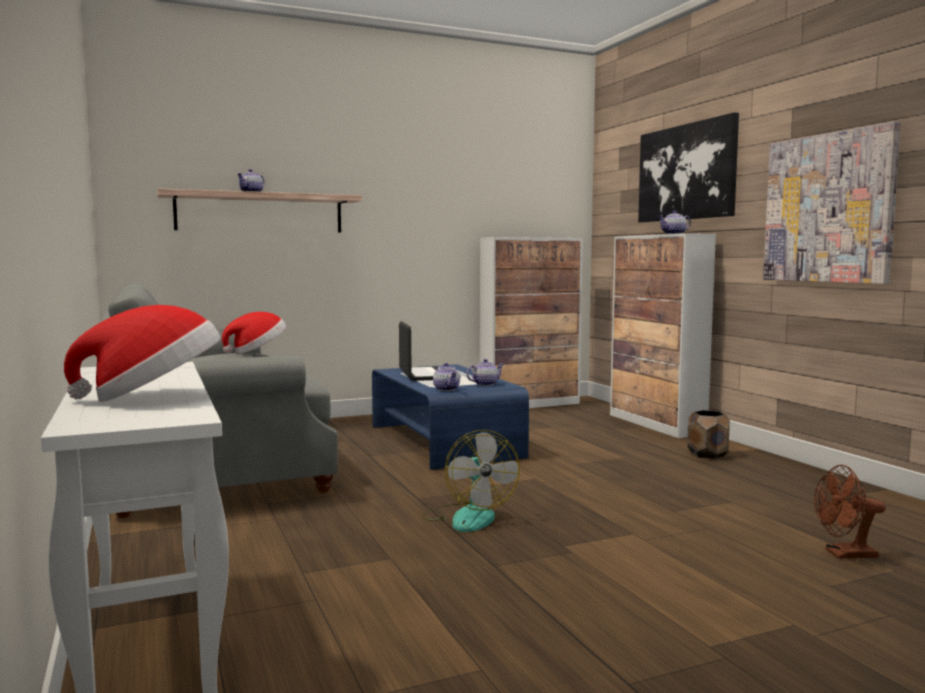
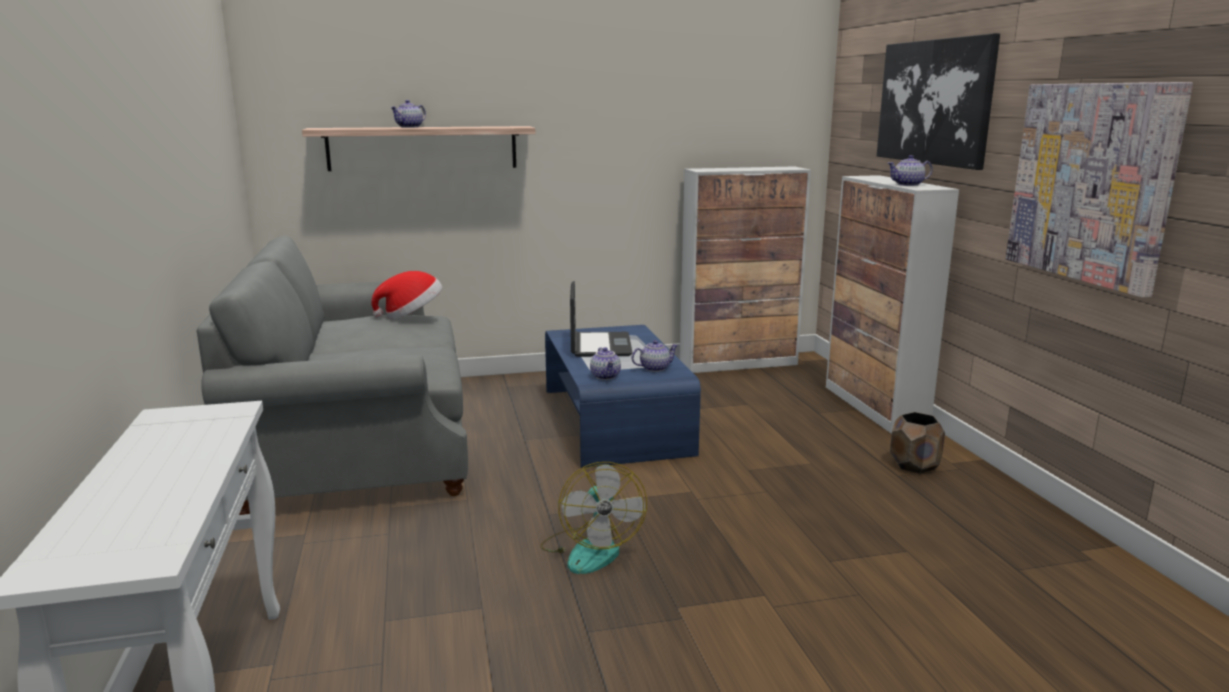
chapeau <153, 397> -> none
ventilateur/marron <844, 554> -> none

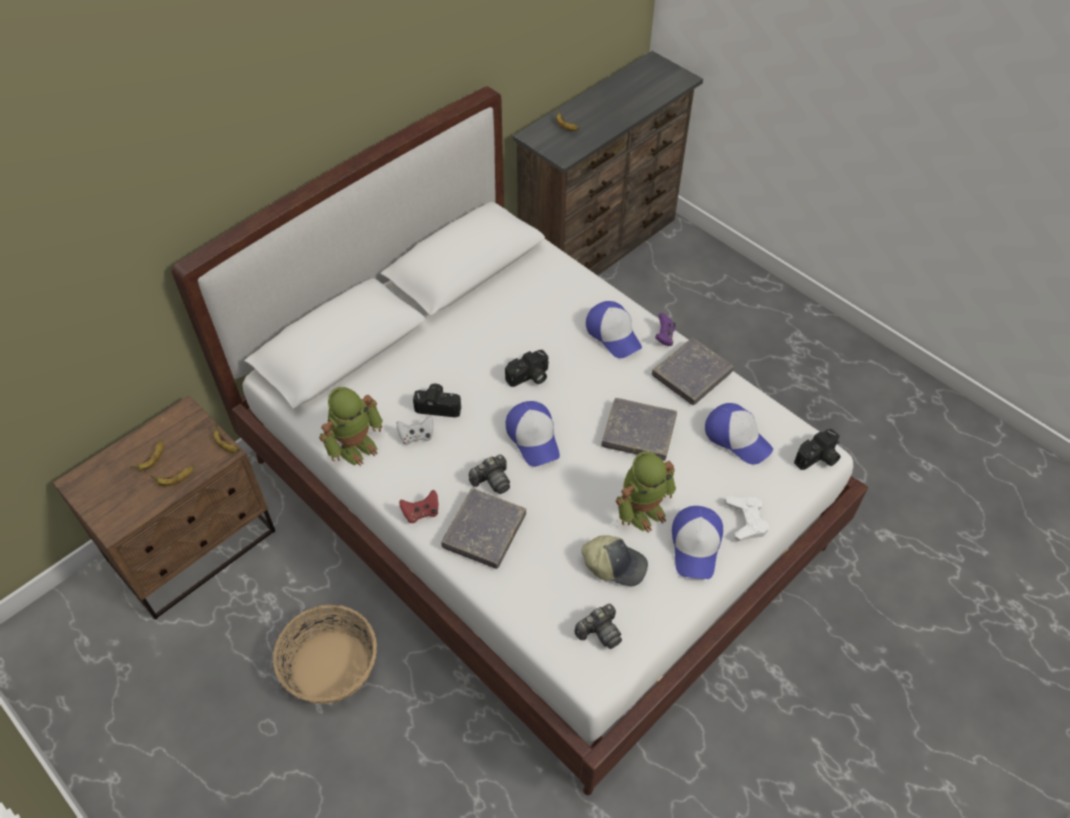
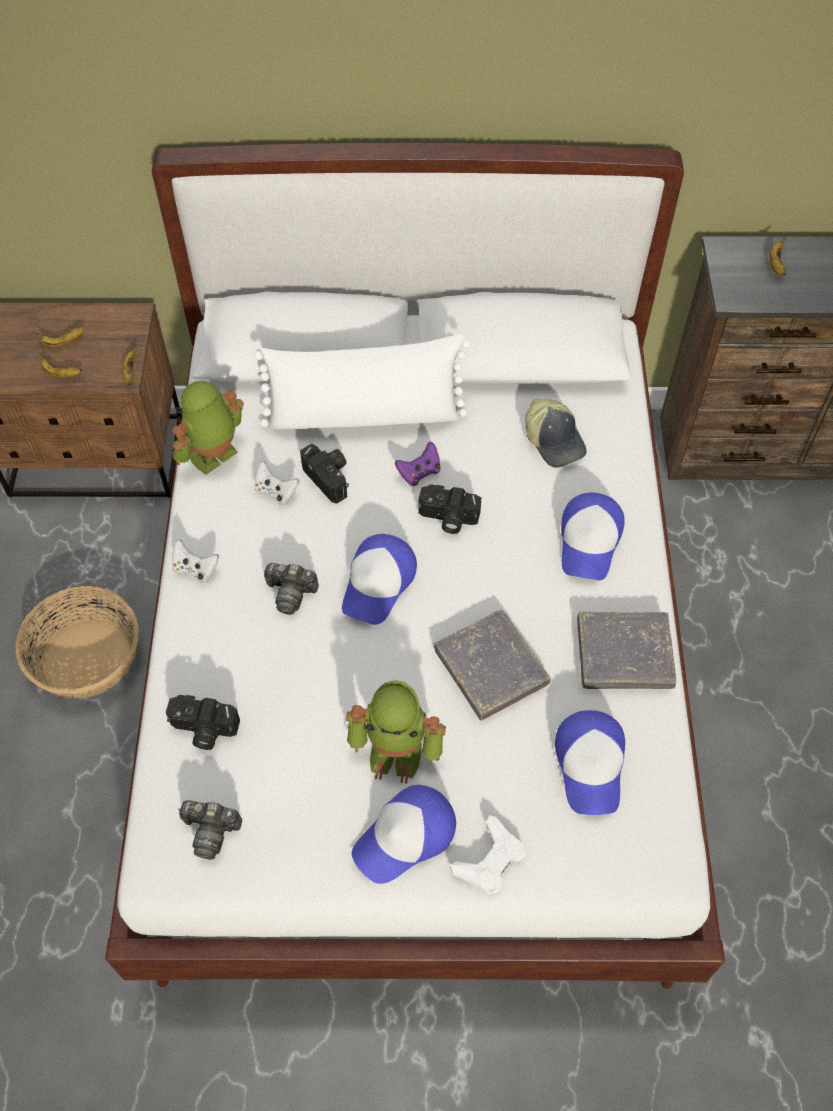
robot jouet <355, 446> -> robot jouet <214, 457>, 135 degrees clockwise
manette/rouge <421, 513> -> manette/blanc <195, 569>
livre/gris <484, 531> -> none
casquette <615, 564> -> casquette <555, 440>, moved
manette/violet <664, 337> -> manette/violet <419, 473>, moved
appareil photo <818, 459> -> appareil photo <203, 730>, moved
none -> coussin/blanc <365, 415>

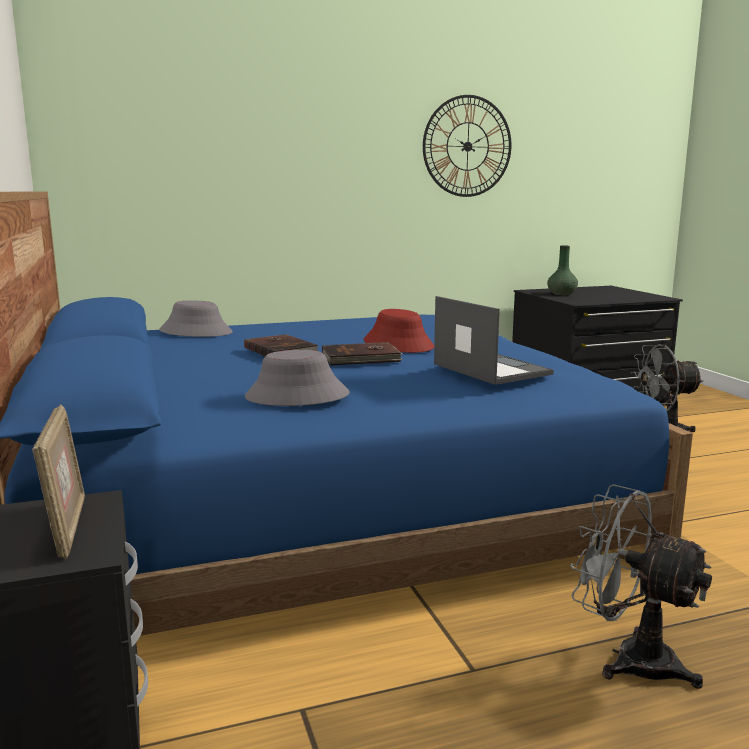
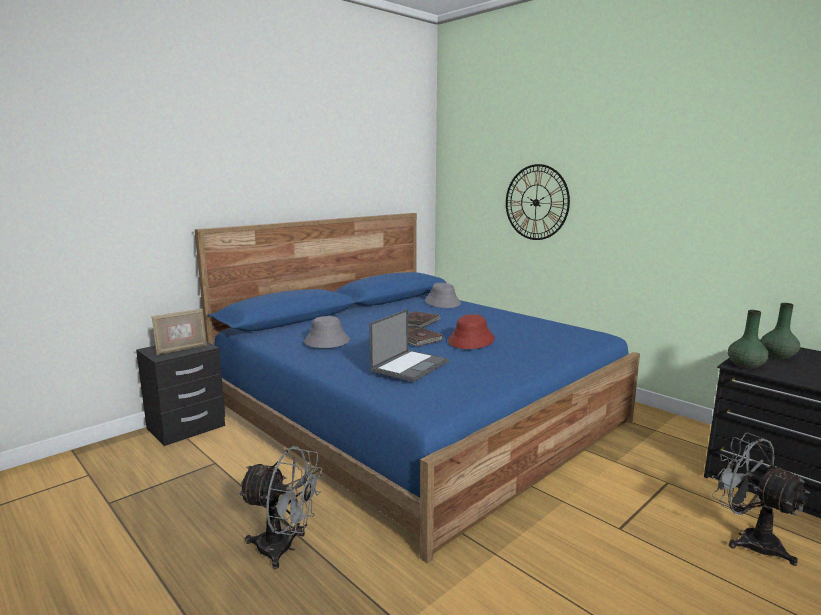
horloge murale <467, 146> -> horloge murale <536, 202>, moved
ventilateur/gris <629, 658> -> ventilateur/gris <284, 548>, 90 degrees clockwise
none -> vase/vert <745, 365>

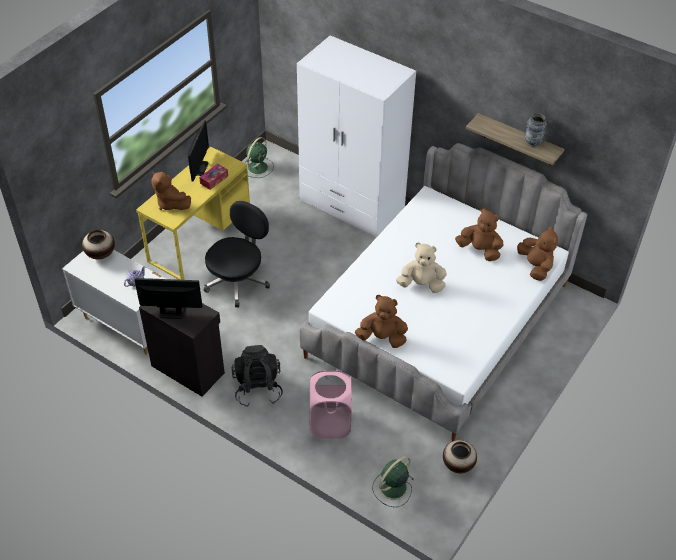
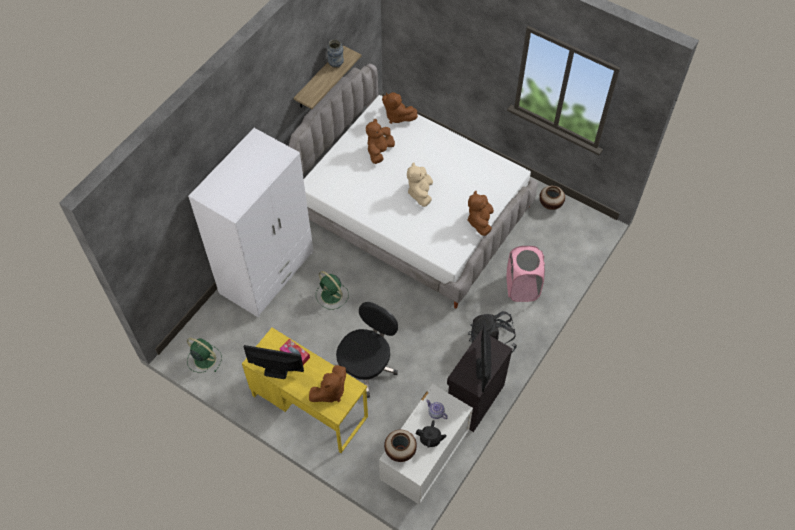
chaise de bureau/noir <238, 280> -> chaise de bureau/noir <366, 366>, 90 degrees clockwise
ventilateur/vert <392, 488> -> ventilateur/vert <332, 295>, moved
peluche/marron <535, 266> -> peluche/marron <397, 116>, 120 degrees counterclockwise
none -> théière/noir <430, 439>

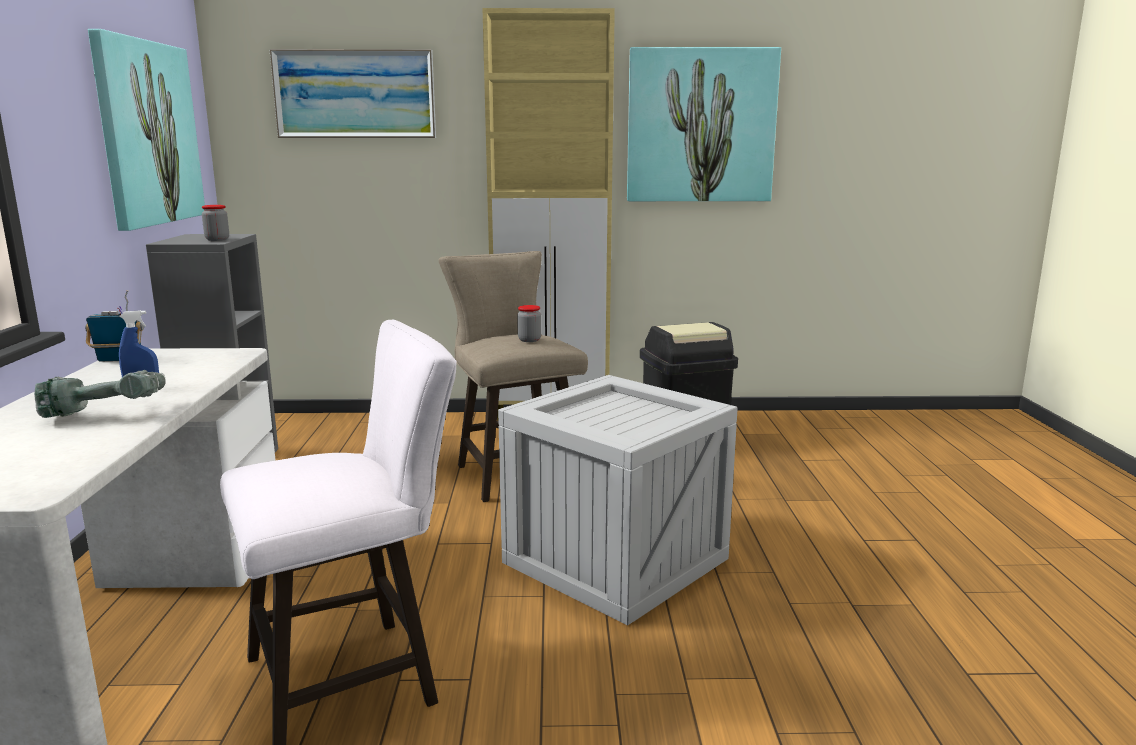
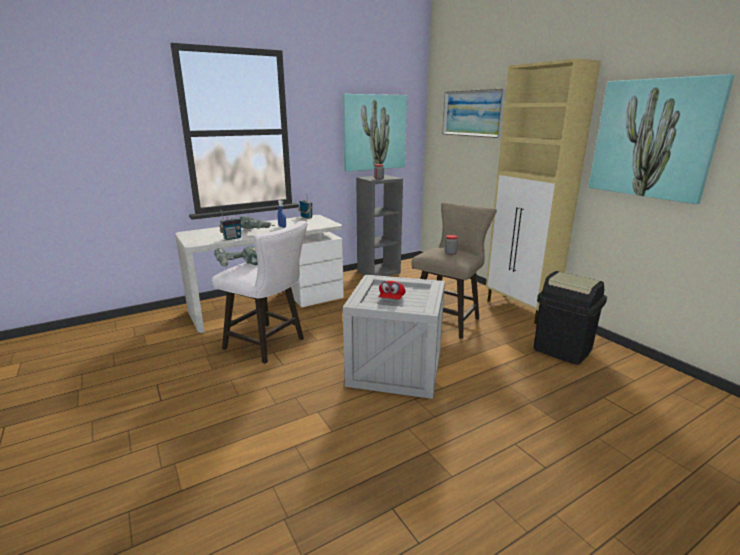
none -> perceuse <239, 267>
none -> radio <232, 238>
none -> casquette/rouge <391, 299>

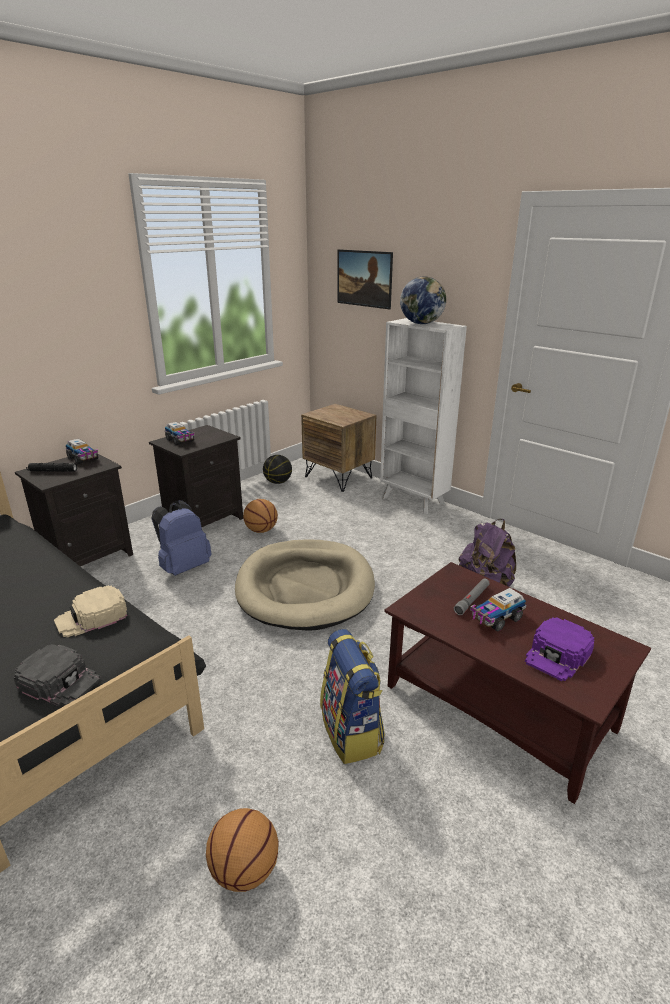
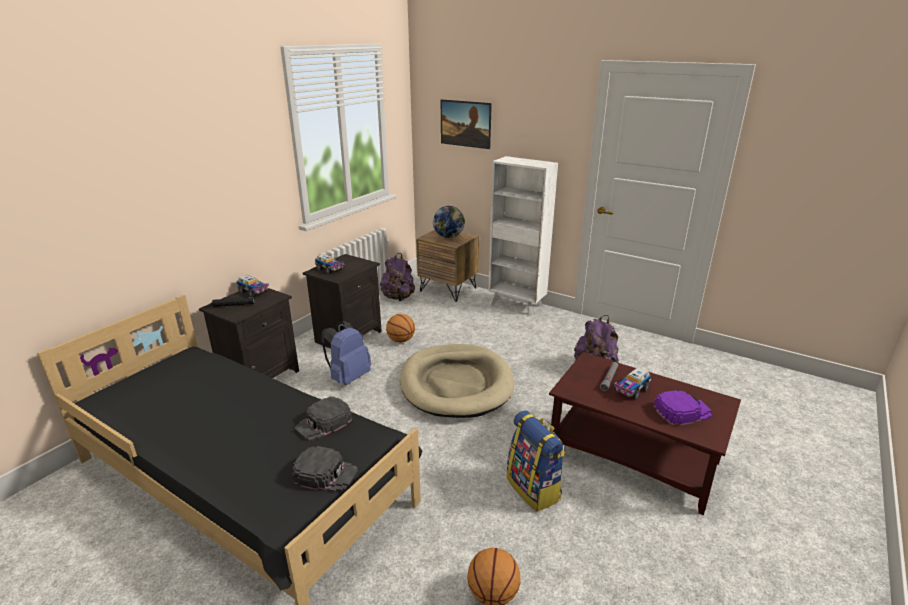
casquette/beige <92, 617> -> casquette/noir <324, 423>
ballon de basket <278, 482> -> sac à dos/violet <398, 297>
globe <421, 323> -> globe <449, 236>, moved
casquette/violet <558, 654> -> casquette/violet <682, 411>, 135 degrees counterclockwise

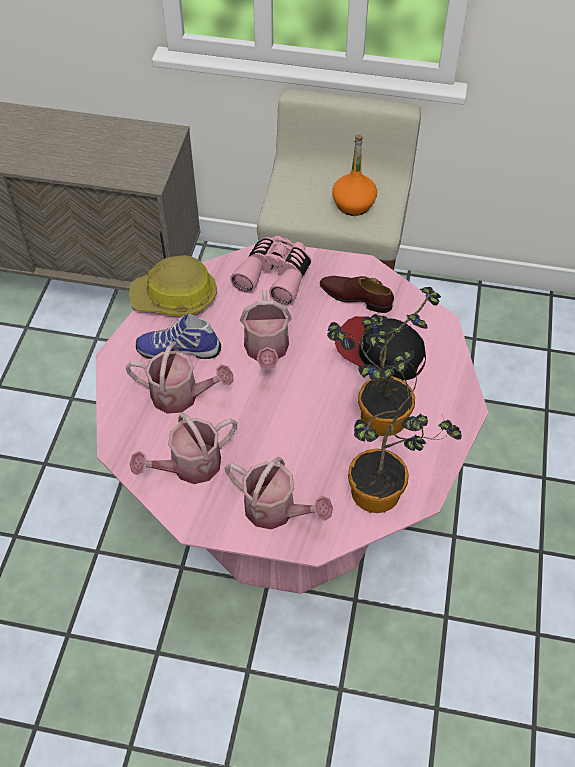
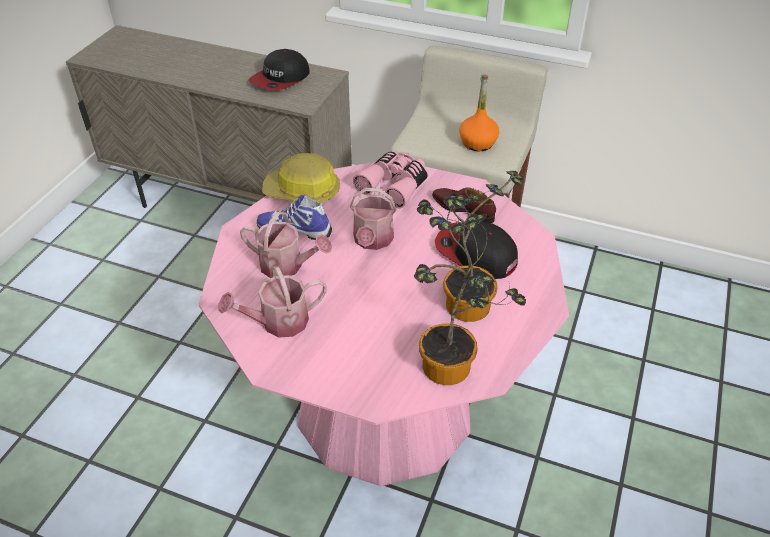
arrosoir <276, 510> -> none
none -> casquette <280, 79>

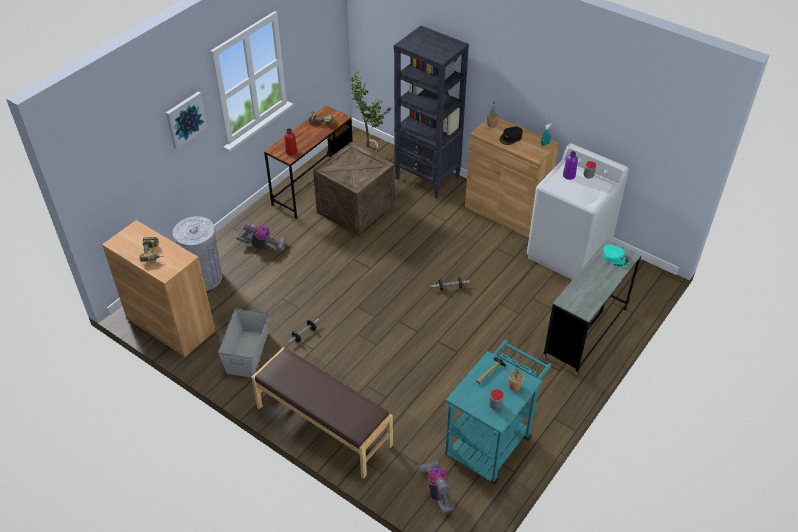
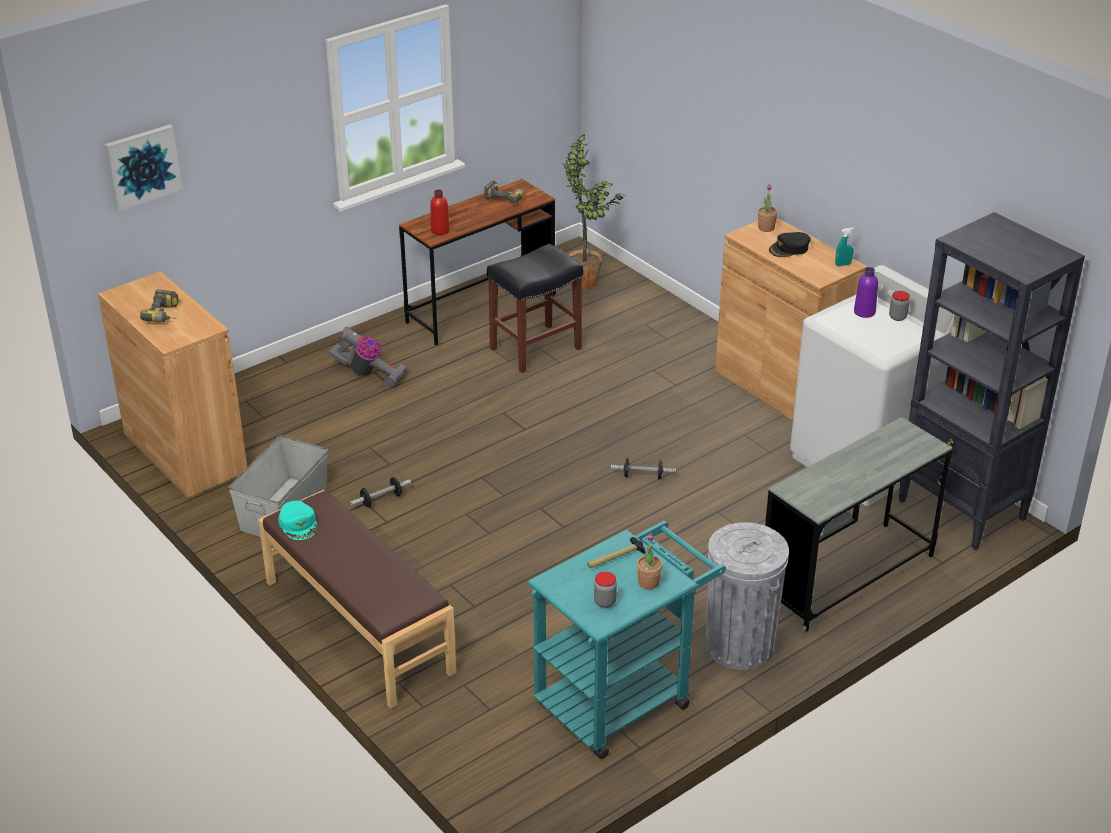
tableau <185, 119> -> tableau <142, 166>, moved
poubelle/gris <204, 278> -> poubelle/gris <739, 645>, moved
caisse <356, 210> -> tabouret/noir <535, 349>
bibliothèque/noir <427, 178> -> bibliothèque/noir <962, 511>, moved
aspirateur <437, 491> -> none
casquette/turquoise <615, 258> -> casquette/turquoise <298, 524>, moved

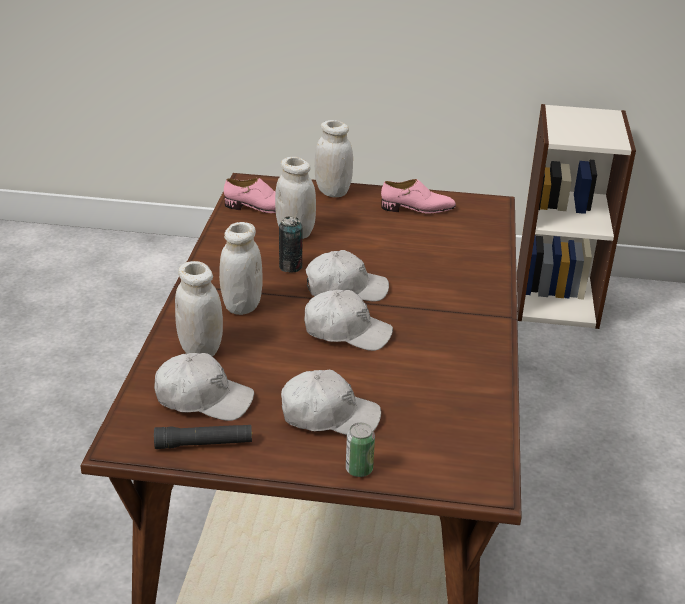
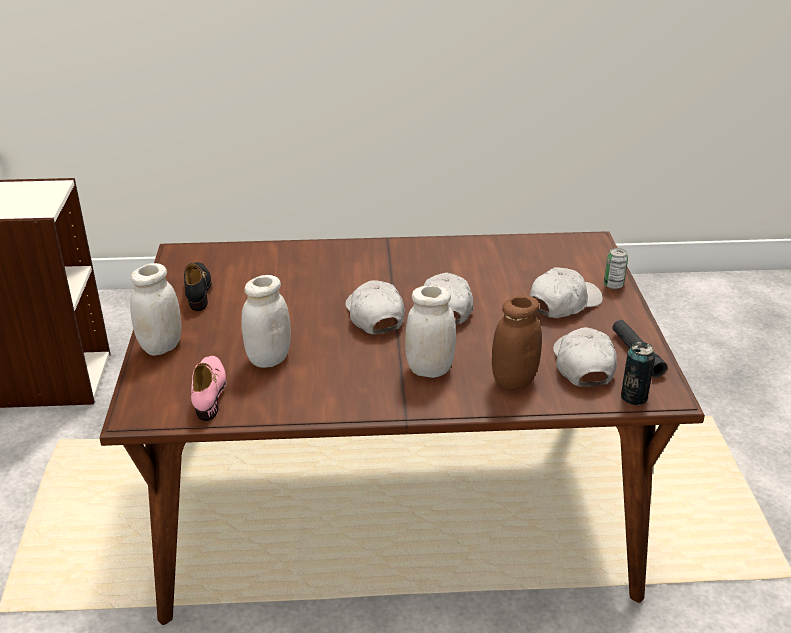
bocal/blanc <200, 349> -> bocal/marron <513, 380>
boîte métallique <290, 267> -> boîte métallique <634, 397>, moved
casquette/blanc <329, 416> -> casquette/blanc <563, 303>, 60 degrees clockwise
chaussure/rose <417, 209> -> chaussure/noir <198, 290>

